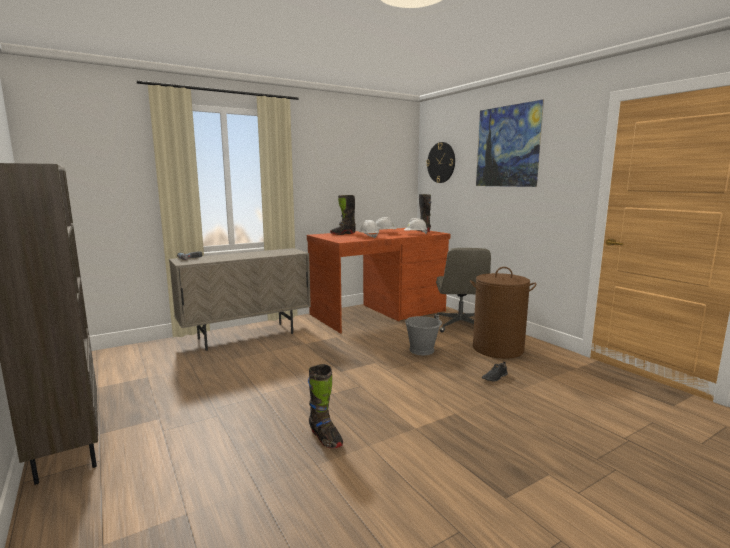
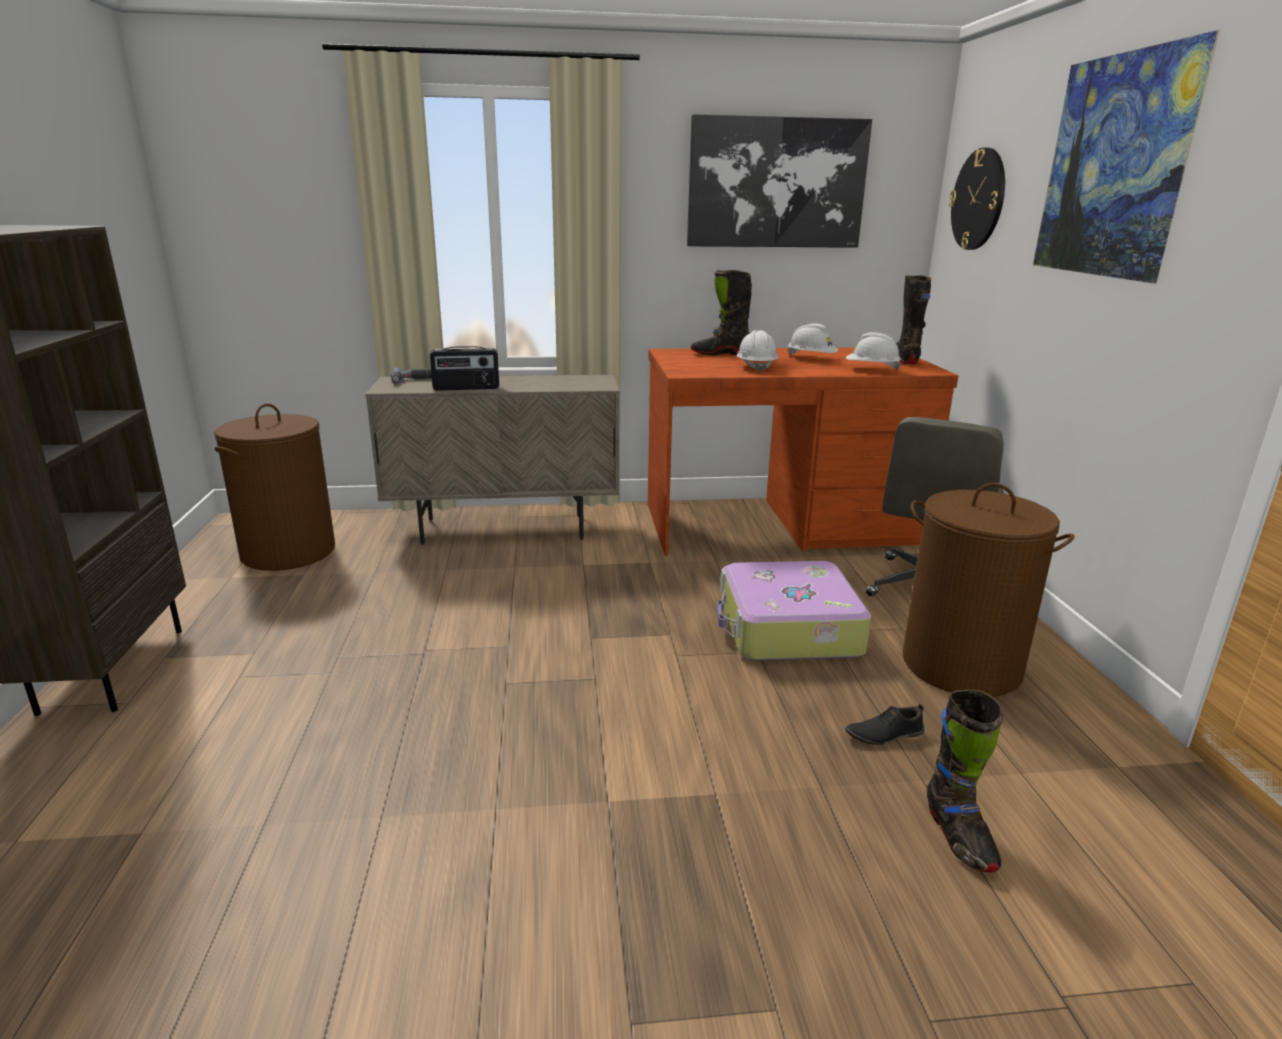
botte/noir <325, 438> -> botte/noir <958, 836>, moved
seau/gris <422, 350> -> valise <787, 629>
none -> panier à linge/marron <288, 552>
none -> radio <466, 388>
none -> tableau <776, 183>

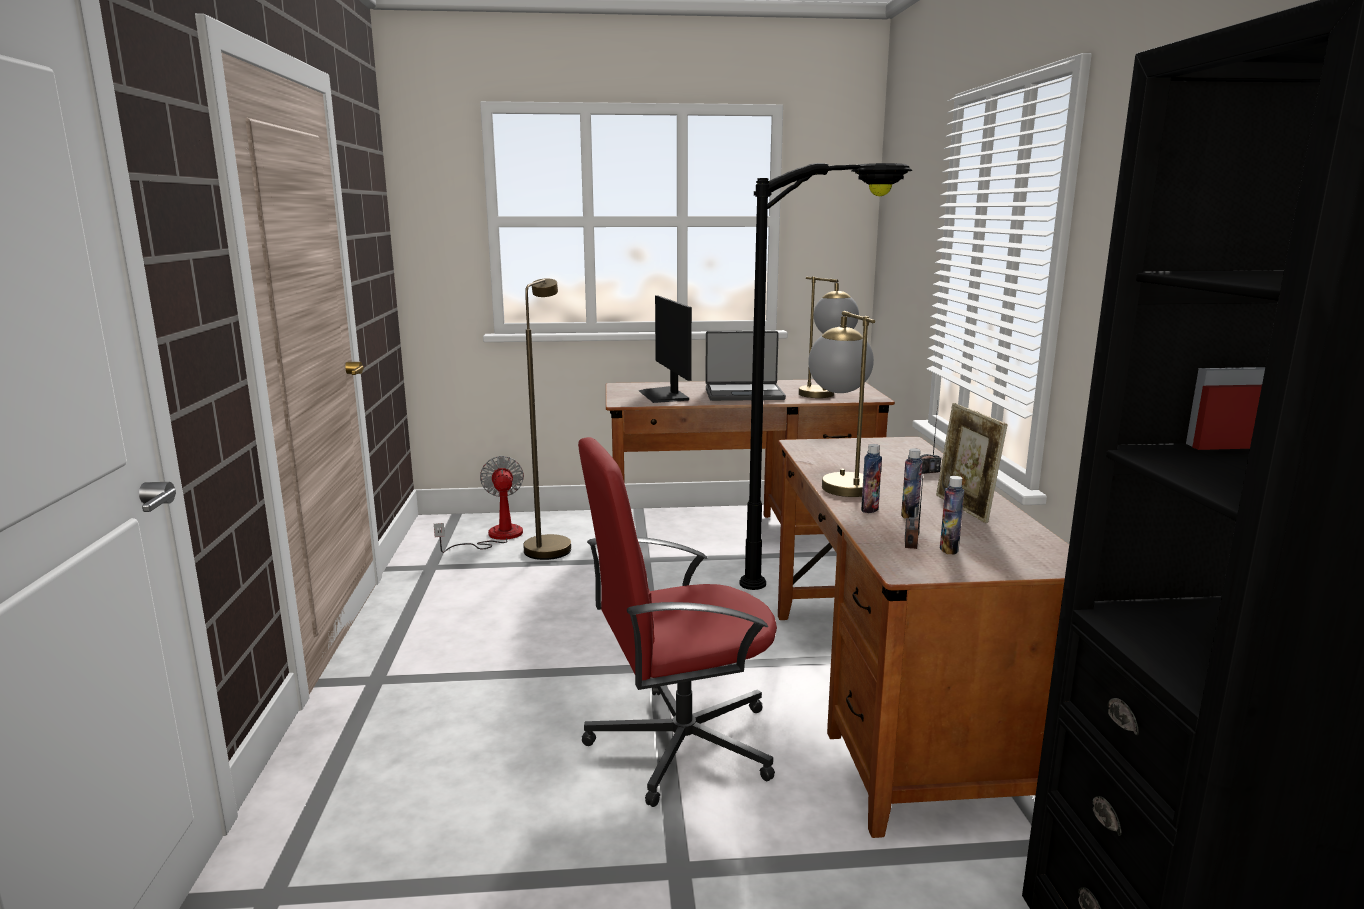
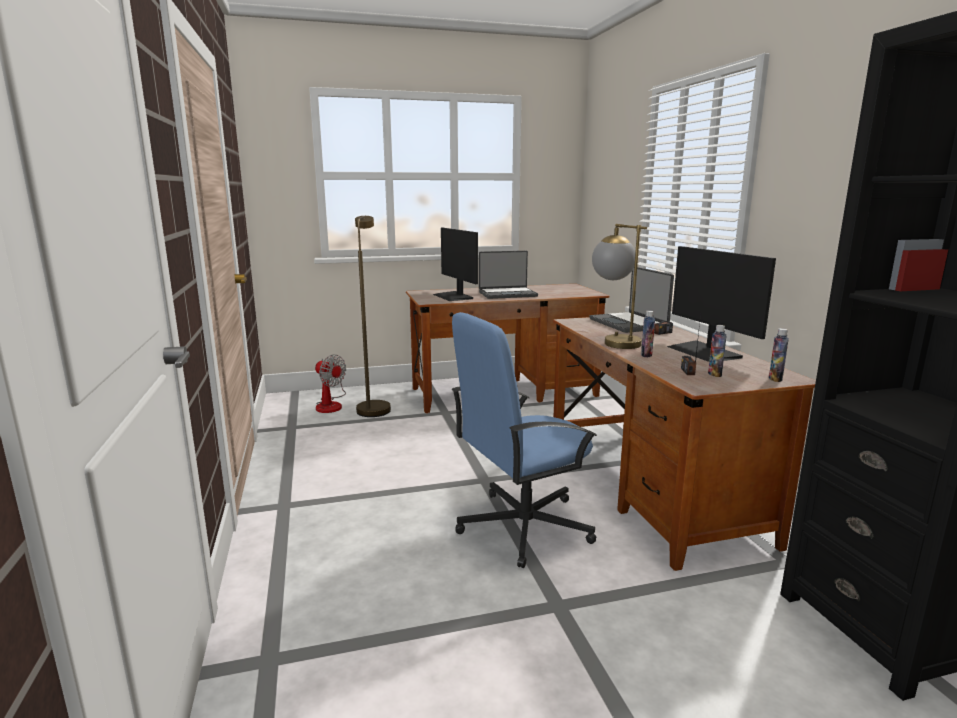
ventilateur <495, 537> -> ventilateur <331, 404>, 150 degrees clockwise
chaise de bureau/rouge <679, 743> -> chaise de bureau/bleu <522, 526>
lampadaire/noir <828, 574> -> none
lampe de table <825, 396> -> none
bouteille <909, 515> -> bouteille <775, 379>, moved
cadre photo <964, 509> -> écran d'ordinateur <705, 352>
none -> ordinateur portable <629, 324>

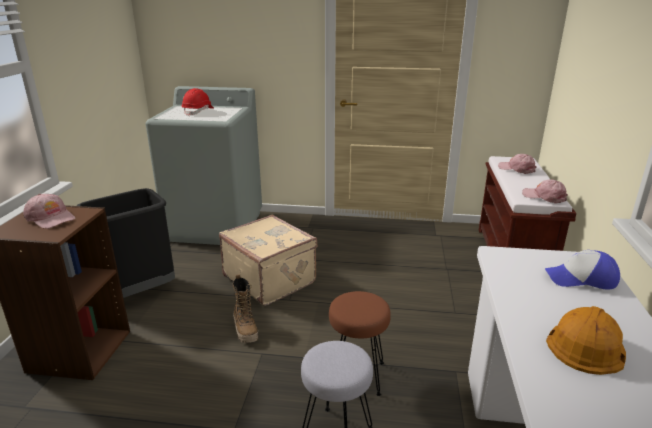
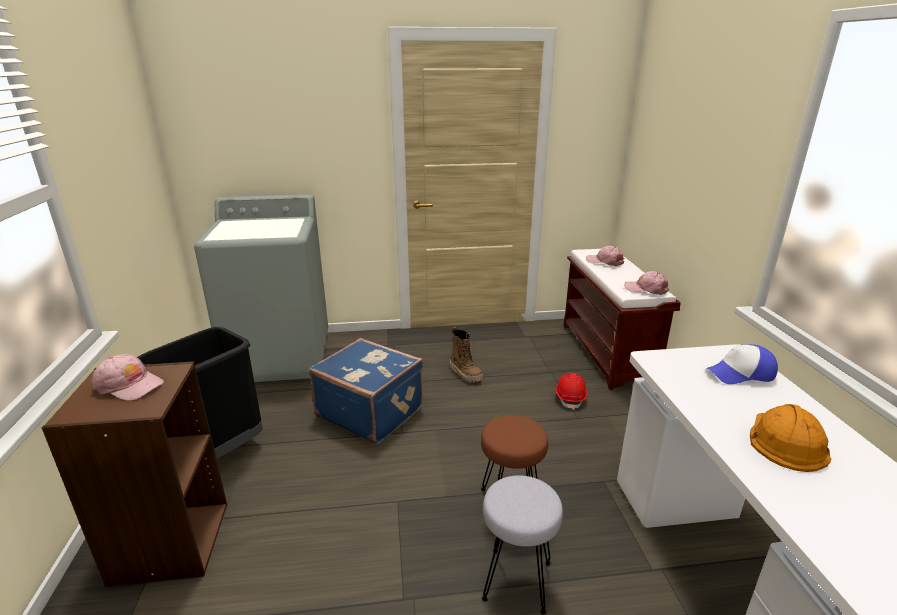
casque de chantier/rouge <198, 112> -> casque de chantier/rouge <570, 397>, moved
valise/beige <270, 279> -> valise/bleu <370, 411>
botte <245, 330> -> botte <466, 374>, moved

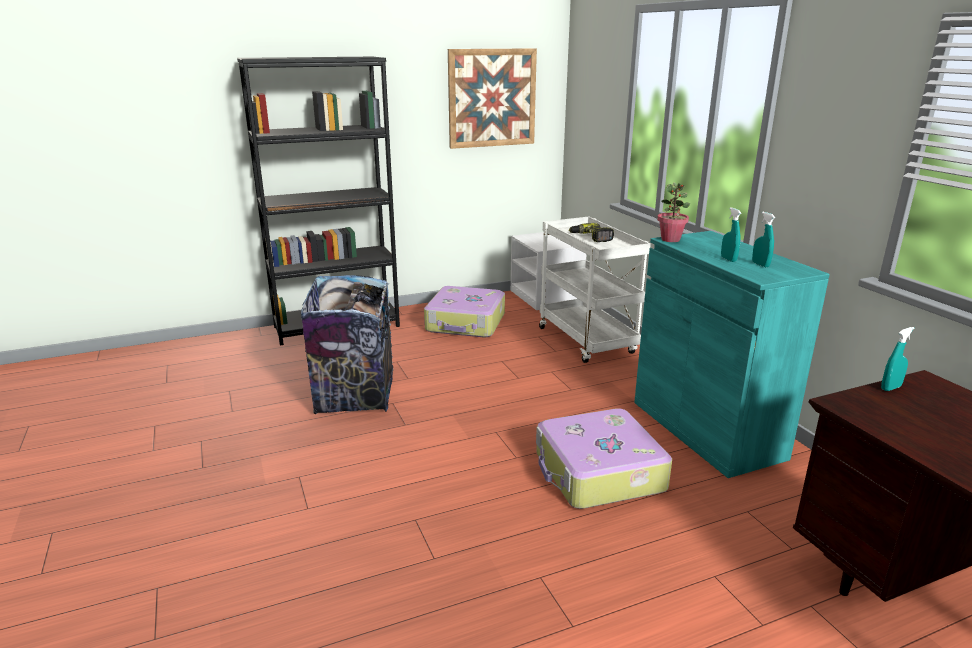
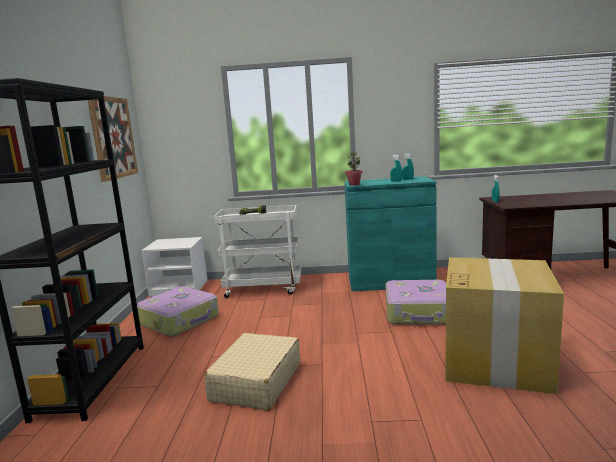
poubelle <355, 397> -> valise/beige <256, 382>
none -> carton <495, 360>

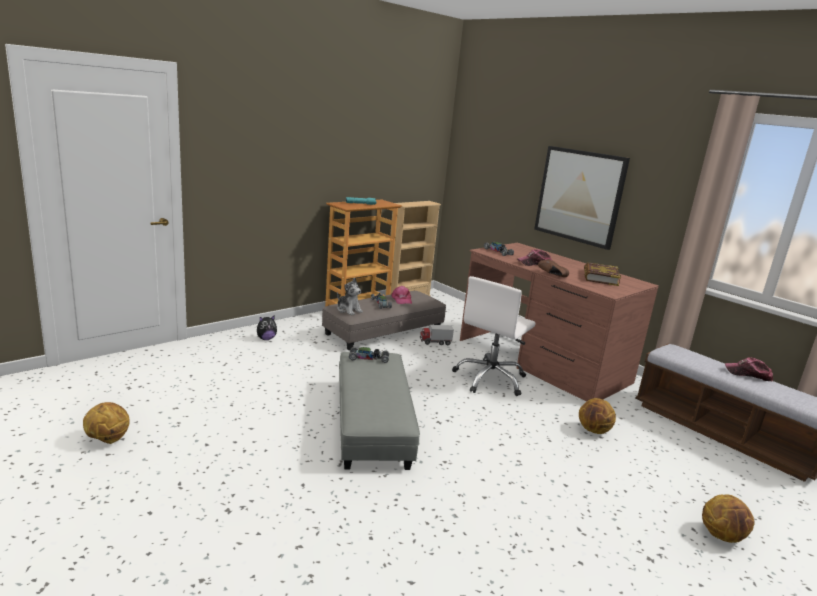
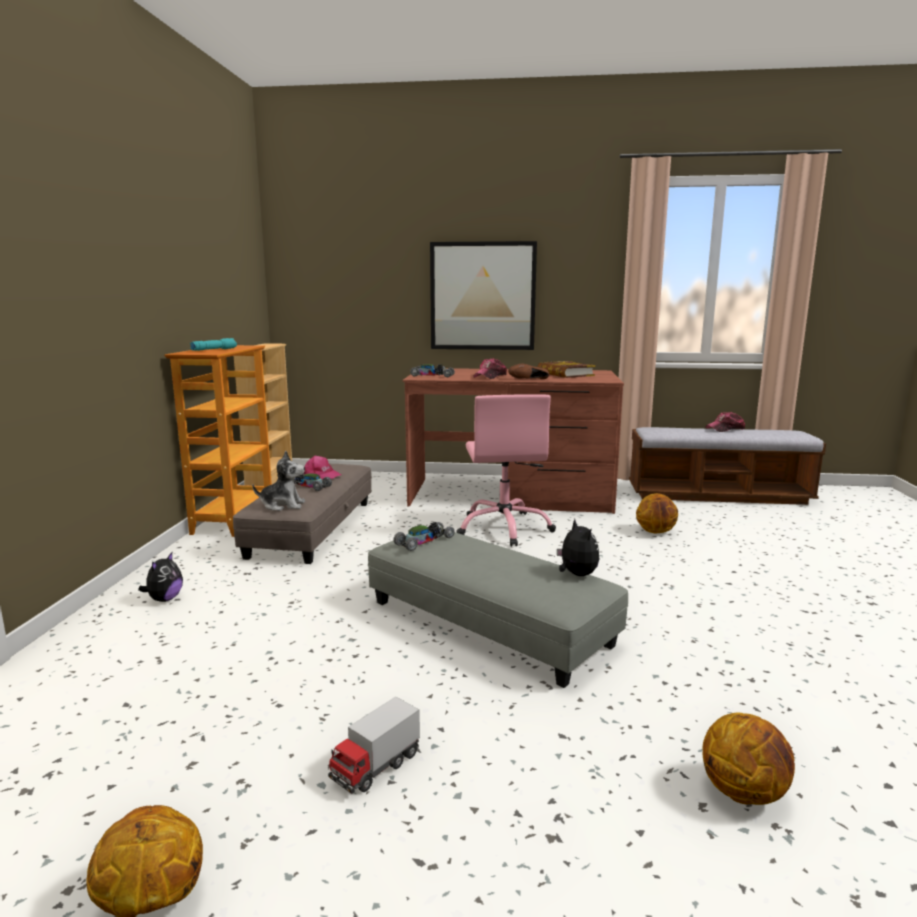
camion jouet <435, 342> -> camion jouet <376, 767>, moved
chaise de bureau/blanc <490, 379> -> chaise de bureau/rose <504, 528>
ballon de basket <722, 536> -> ballon de basket <744, 792>, moved
none -> peluche <576, 574>

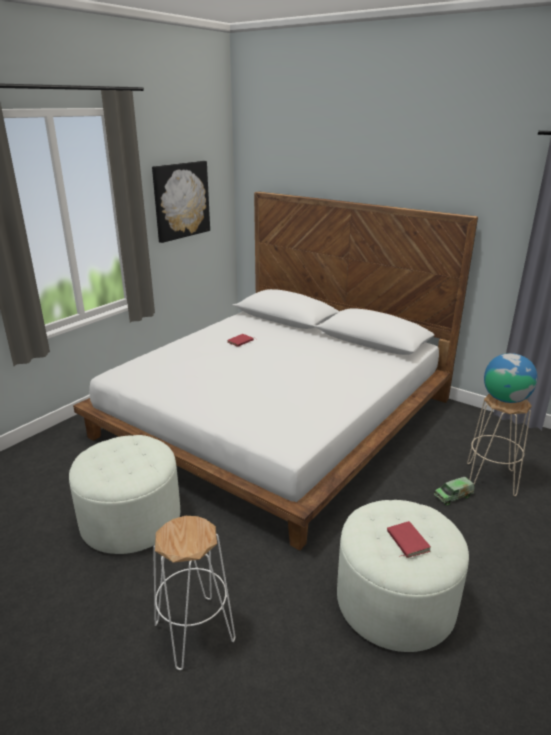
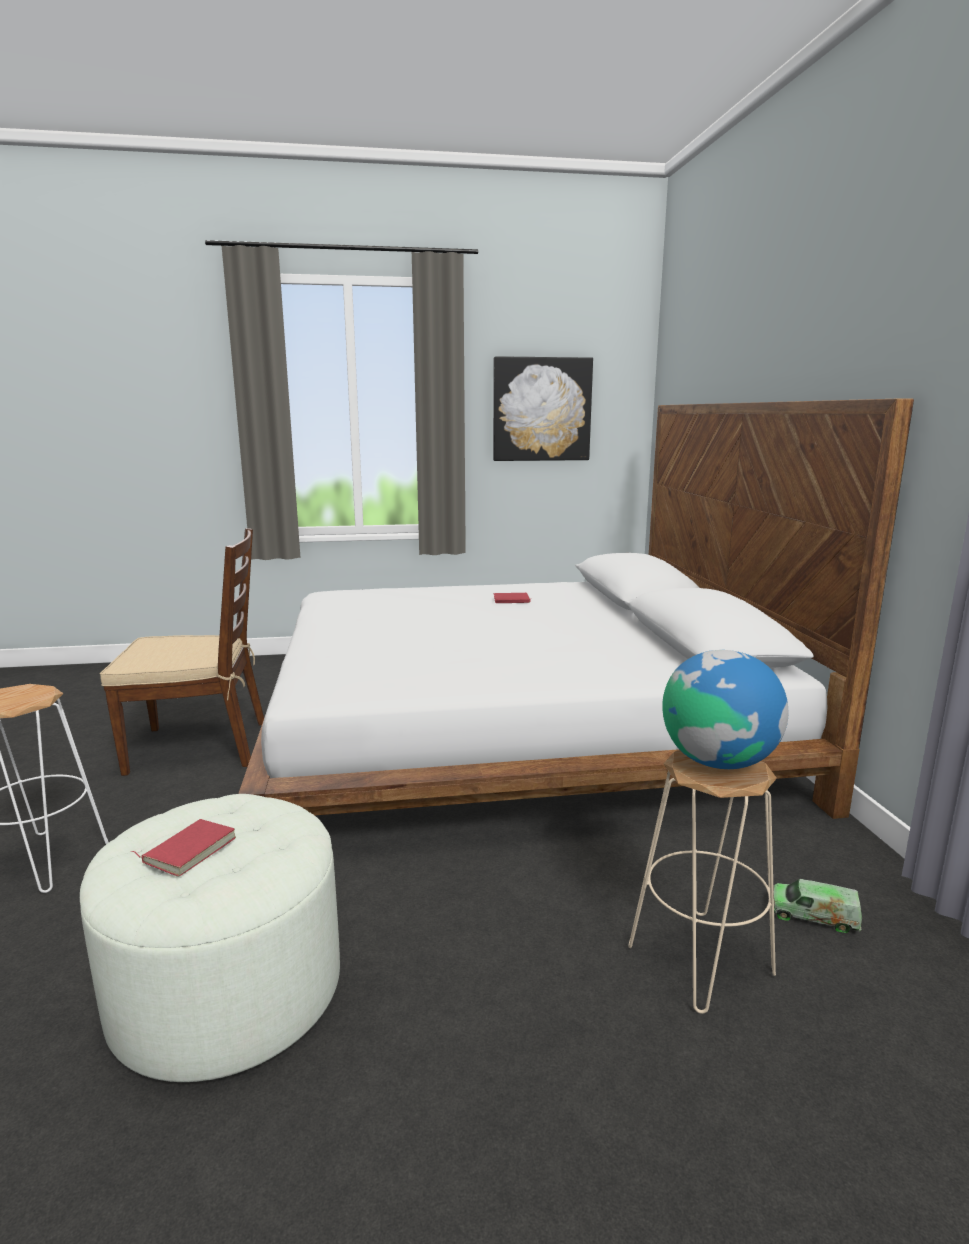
pouf/blanc <131, 519> -> chaise/marron <200, 746>
camion jouet <453, 496> -> camion jouet <814, 916>, moved

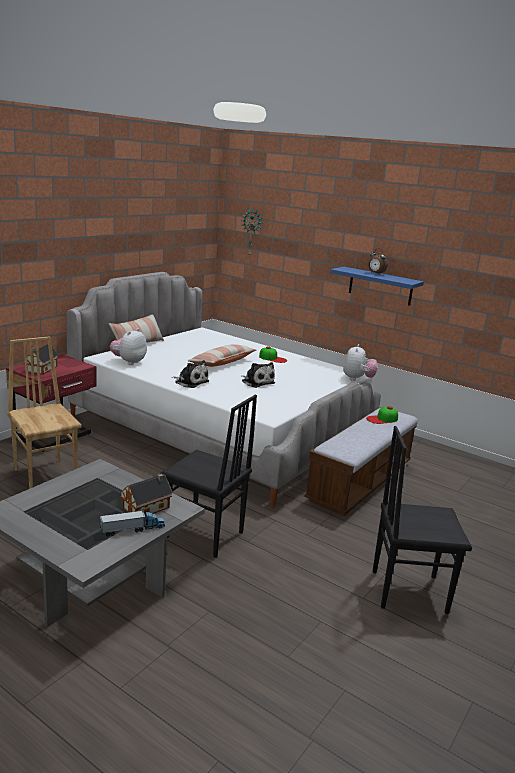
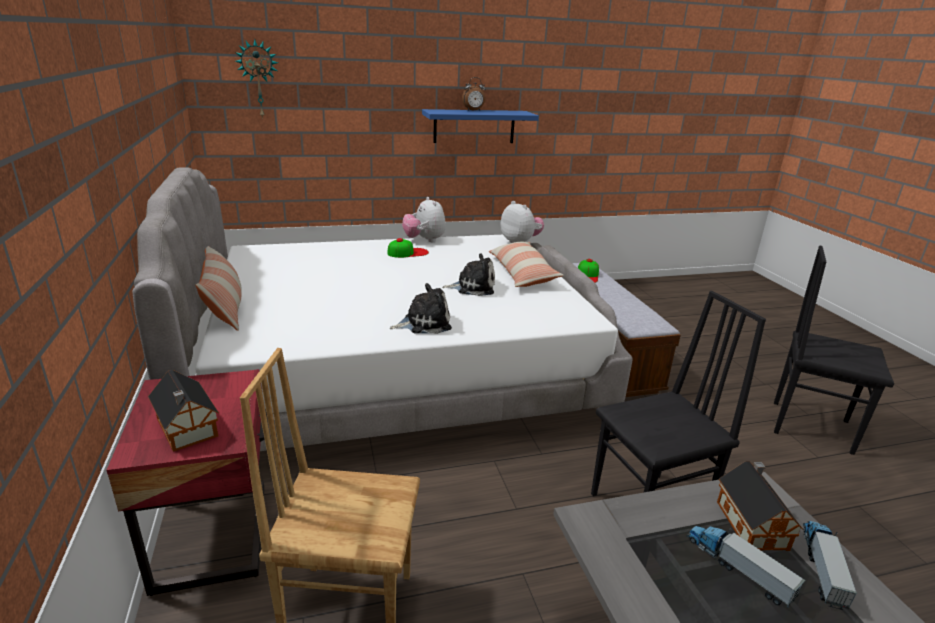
peluche <128, 362> -> peluche <424, 240>, moved
coussin <222, 363> -> coussin <522, 273>, moved
chaise/noir <407, 590> -> chaise/noir <810, 426>, 75 degrees clockwise
none -> camion jouet <737, 568>

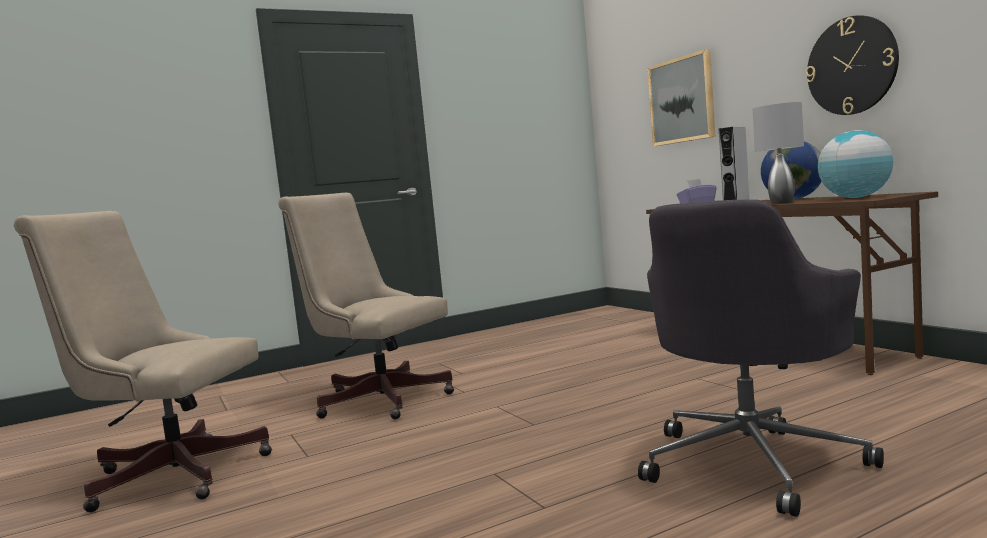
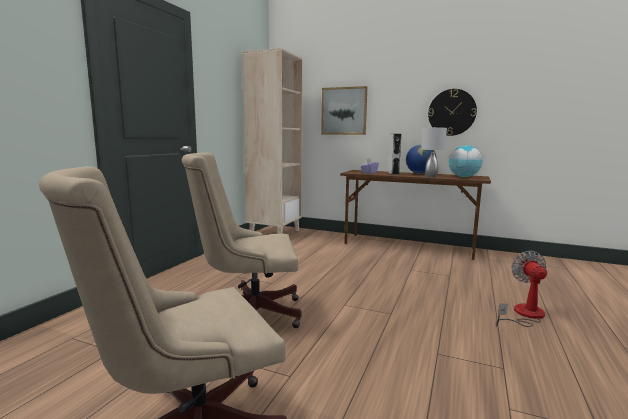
chaise de bureau/gris <753, 462> -> ventilateur <524, 315>
none -> bibliothèque/beige <274, 233>

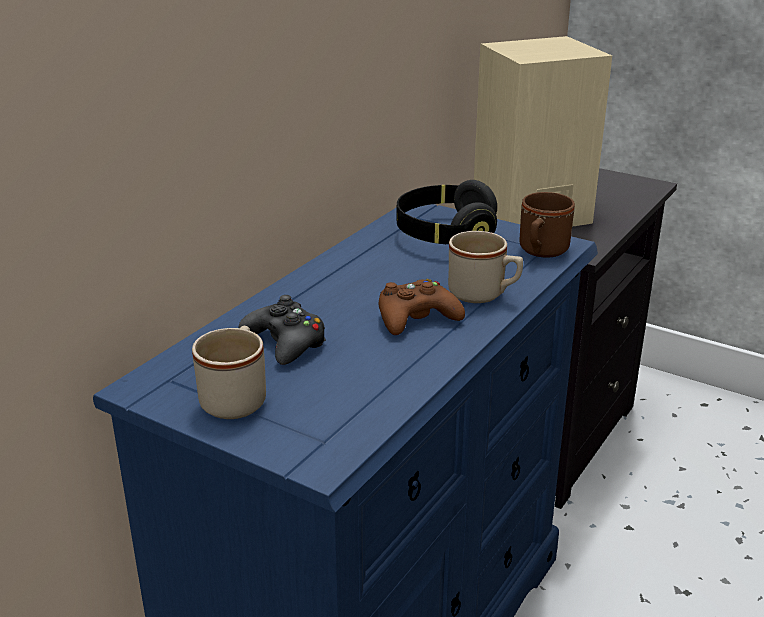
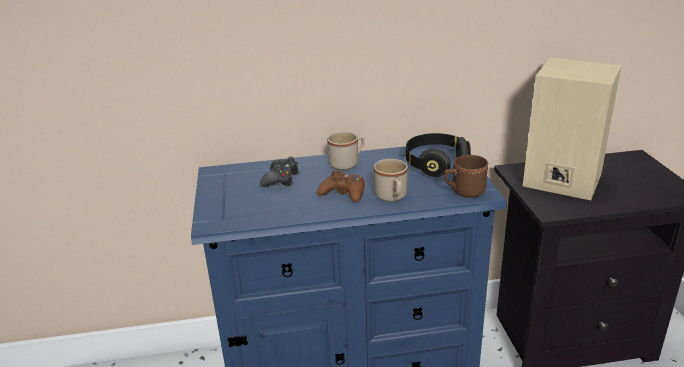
mug/beige <236, 397> -> mug/beige <347, 163>, moved

